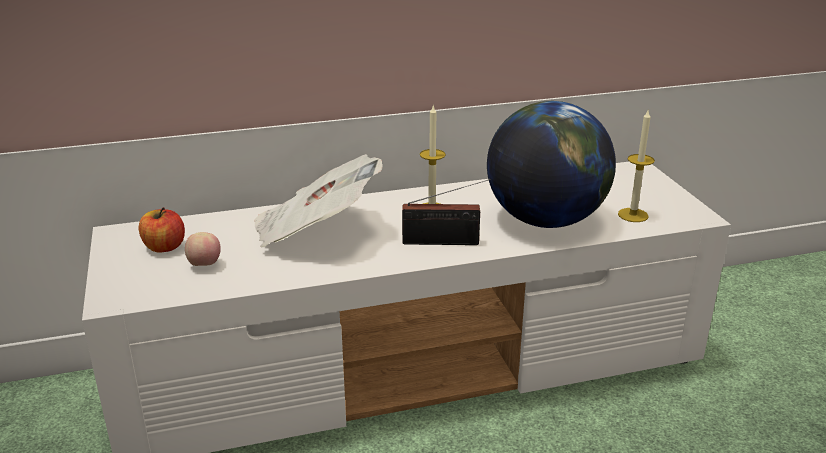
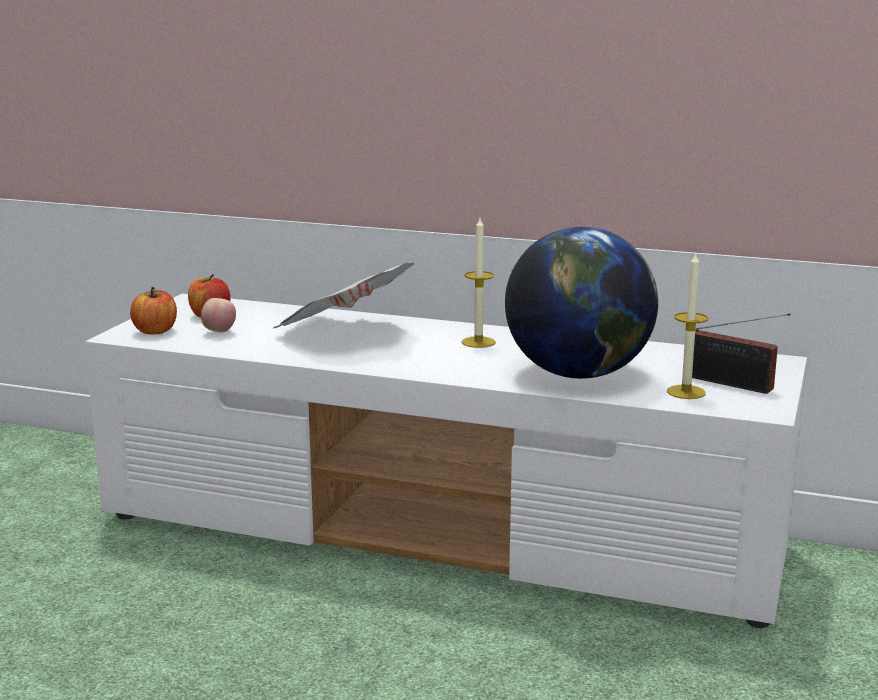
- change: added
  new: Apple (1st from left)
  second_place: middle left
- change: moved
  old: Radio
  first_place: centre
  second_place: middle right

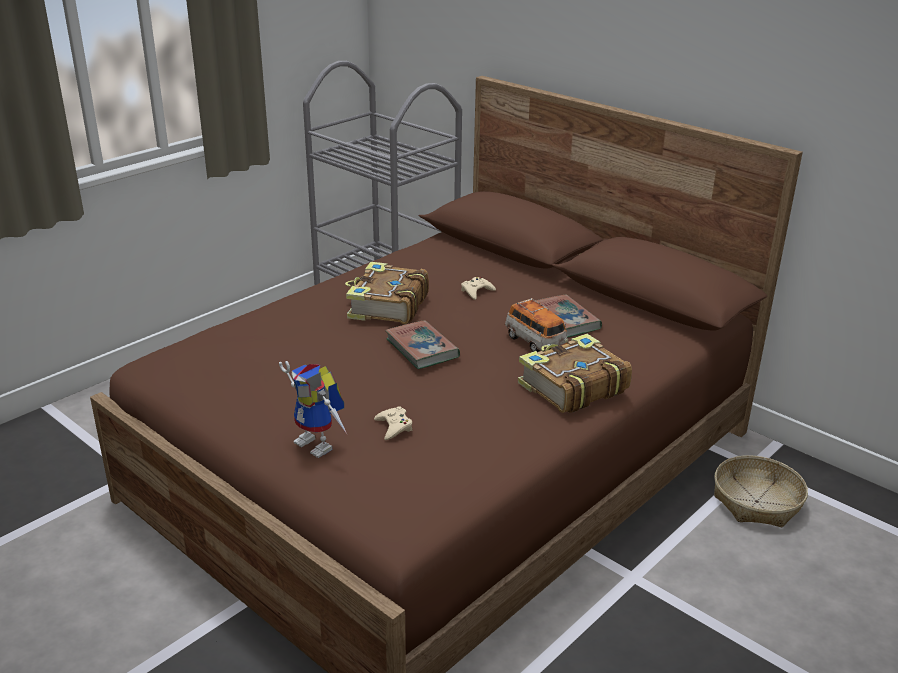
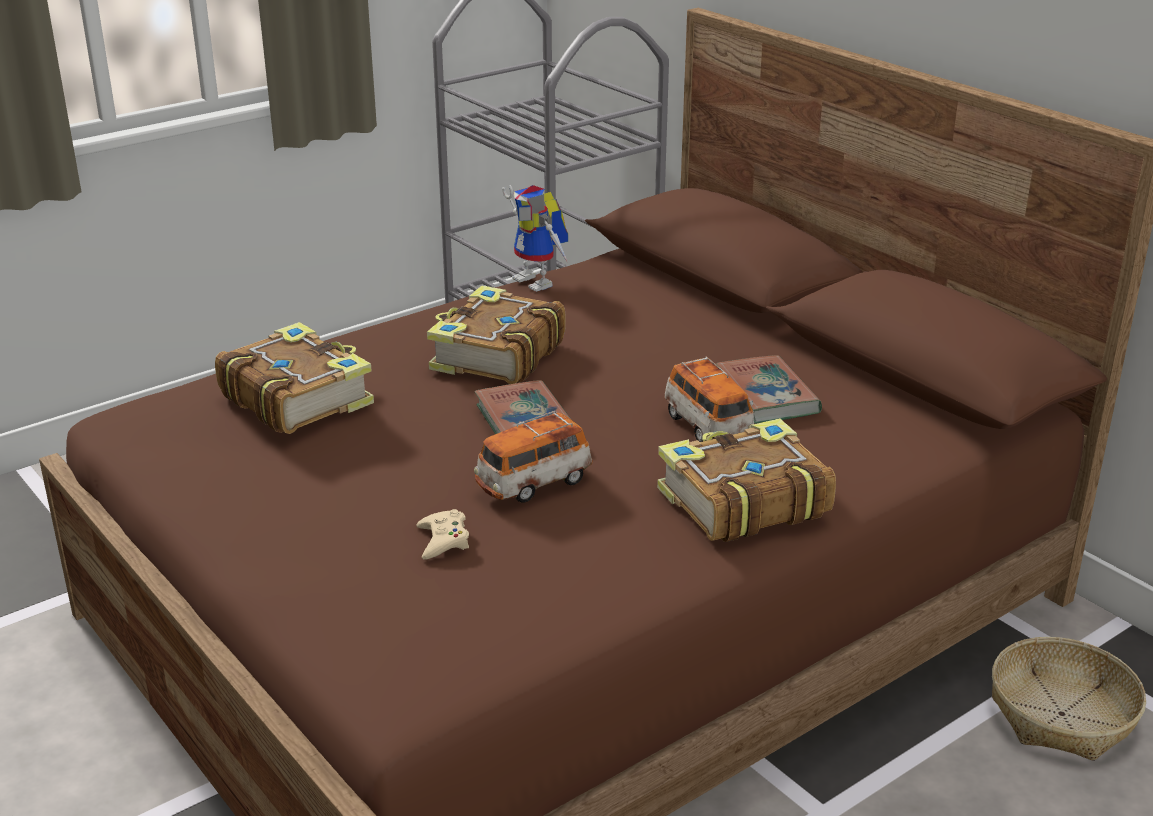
- change: added
  new: Book (1st from left)
  second_place: middle left
- change: added
  new: ToyCar (1st from left)
  second_place: centre
- change: moved
  old: ToyRobot
  first_place: centre
  second_place: top centre
- change: removed
  old: BeigeGameController (2nd from left)
  first_place: centre

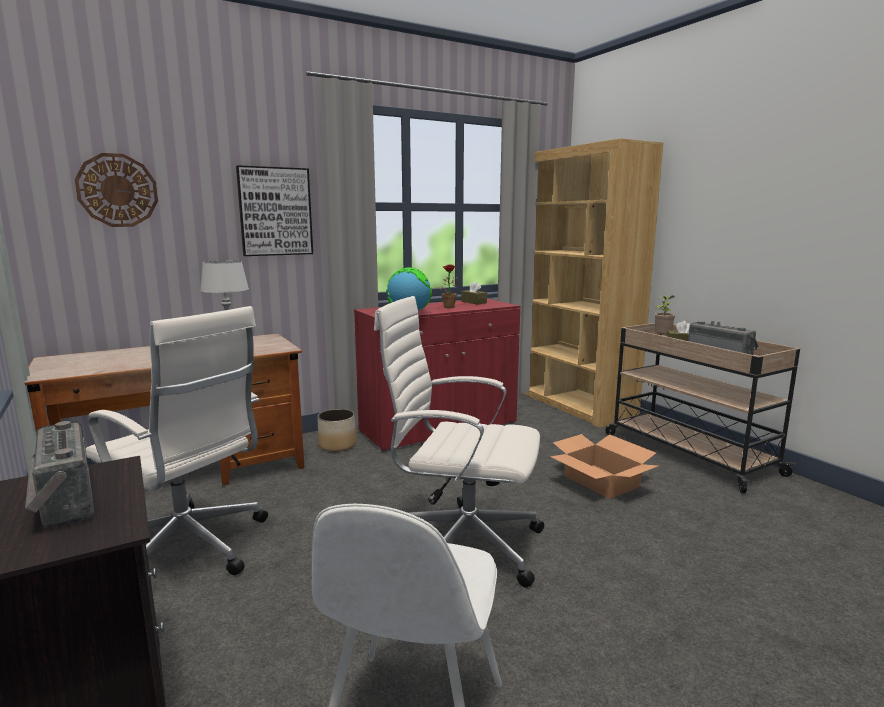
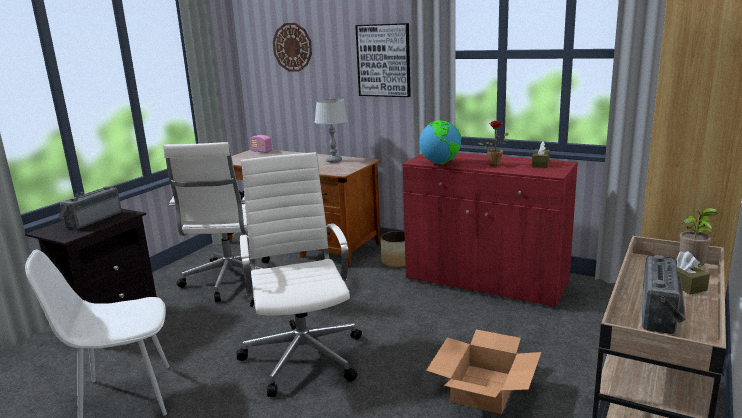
- change: added
  new: Radio (2nd from left)
  second_place: centre

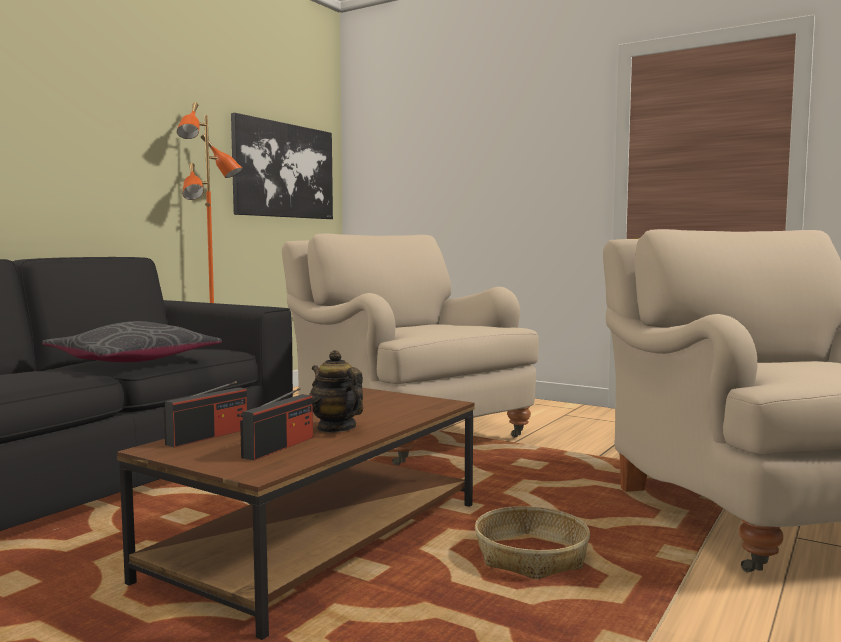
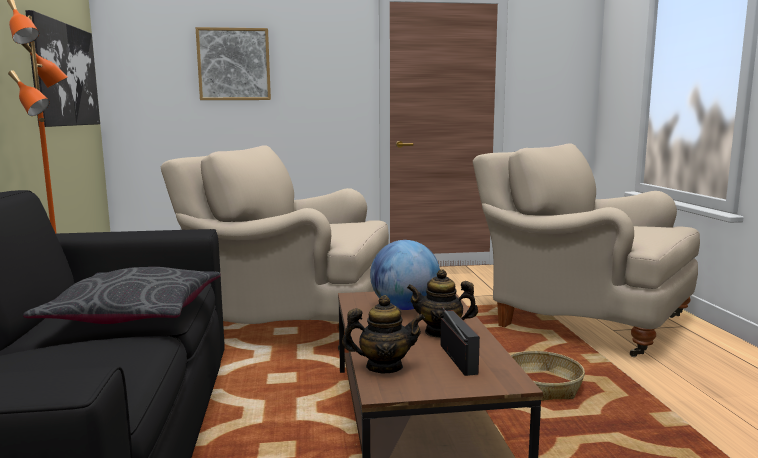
- change: added
  new: Picture (2nd from left)
  second_place: top left
- change: replaced
  old: Radio (1st from left)
  new: Teapot (1st from left)
  first_place: middle left
  second_place: bottom centre
- change: added
  new: Globe
  second_place: centre

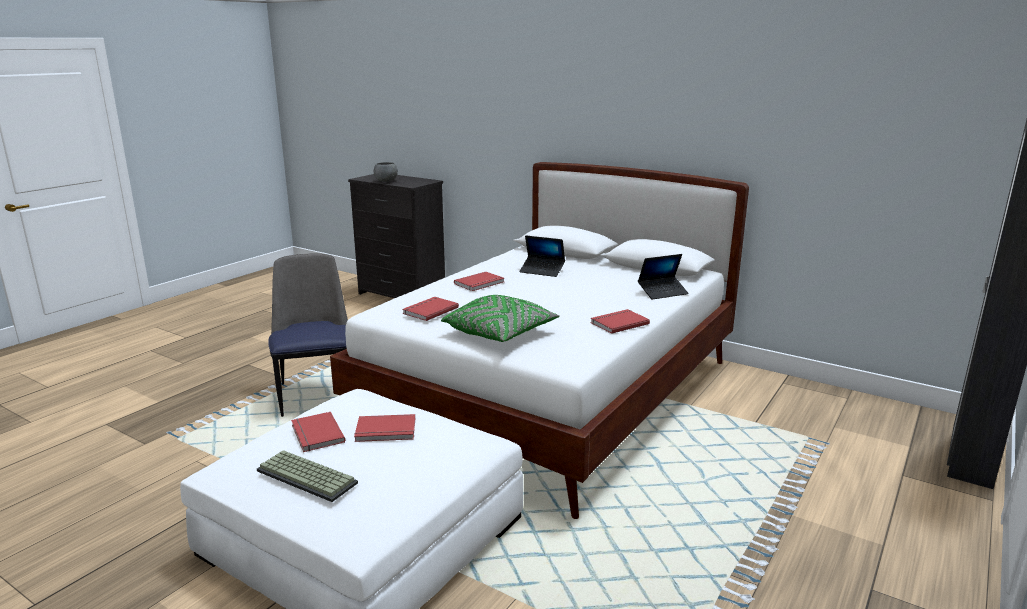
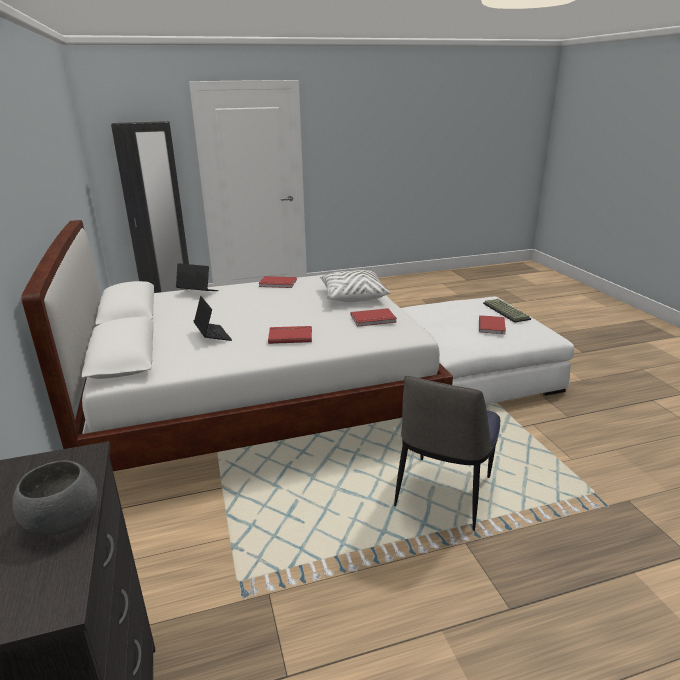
- change: recoloured
  old: GreenPillow
  new: WhitePillow
  first_place: centre
  second_place: centre
- change: removed
  old: RedBook (2nd from left)
  first_place: bottom centre

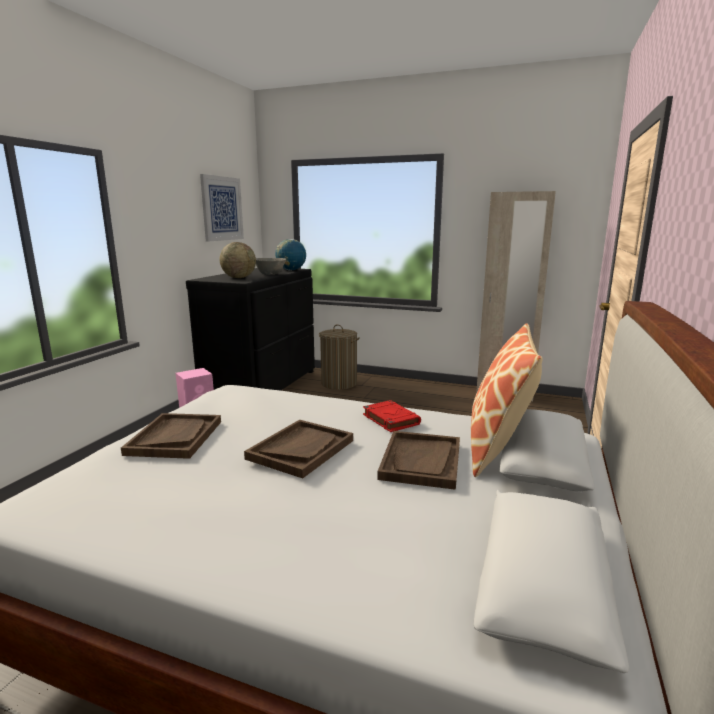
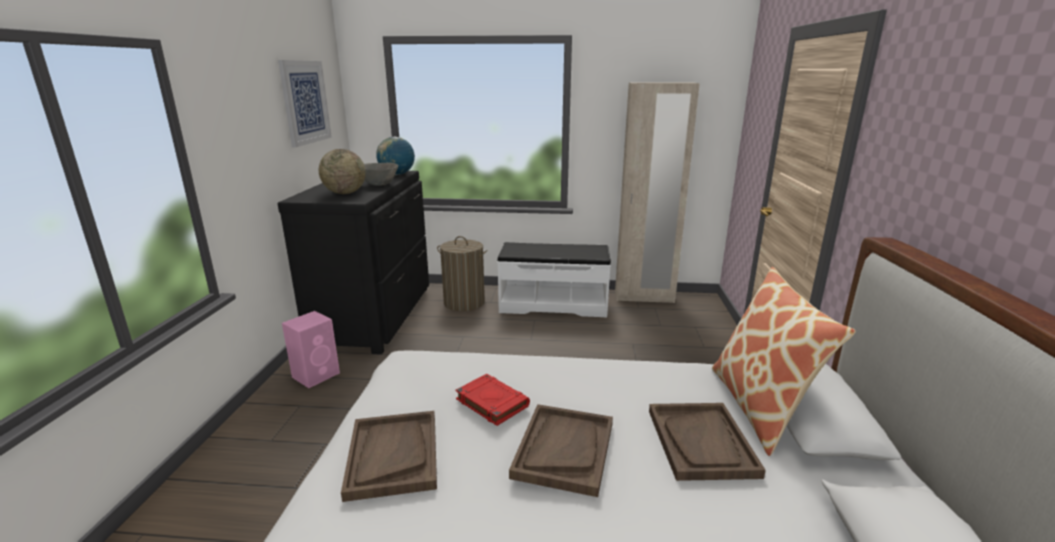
- change: moved
  old: RedBook
  first_place: centre
  second_place: bottom centre
- change: added
  new: WhiteBench
  second_place: centre

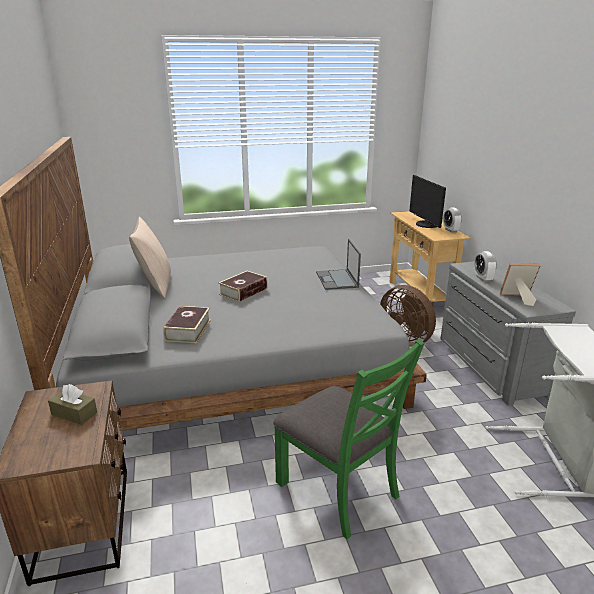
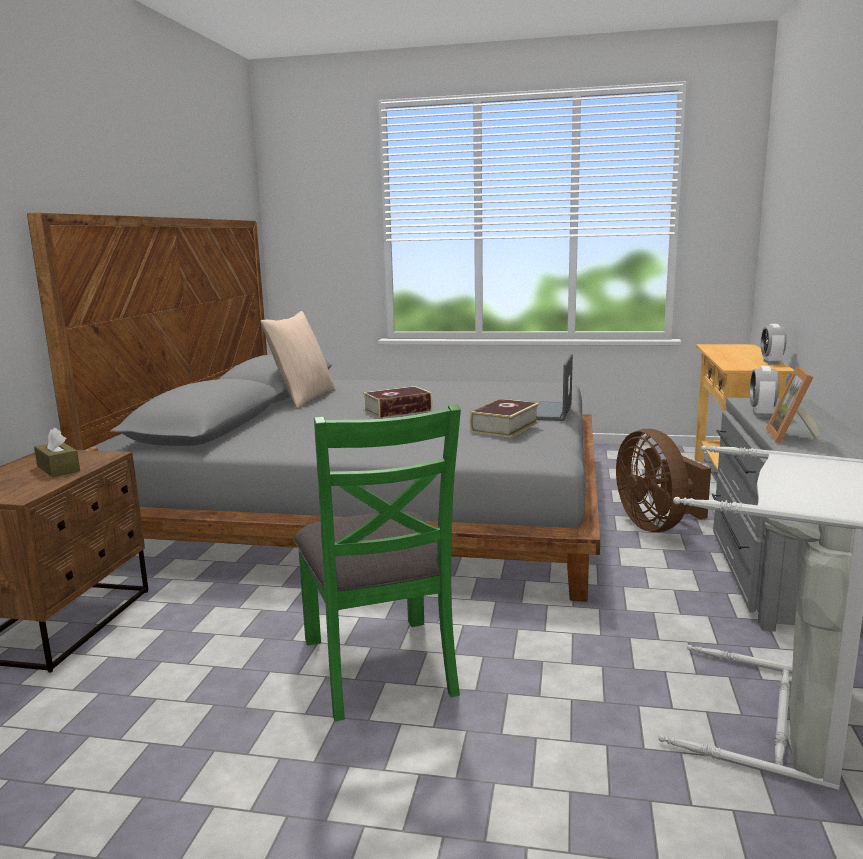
- change: moved
  old: Book (1st from left in the first image)
  new: Book (2nd from left)
  first_place: middle left
  second_place: centre
- change: turned
  old: PictureFrame
  first_place: middle right
  second_place: middle right
  degrees: -105
- change: removed
  old: Monitor
  first_place: middle right

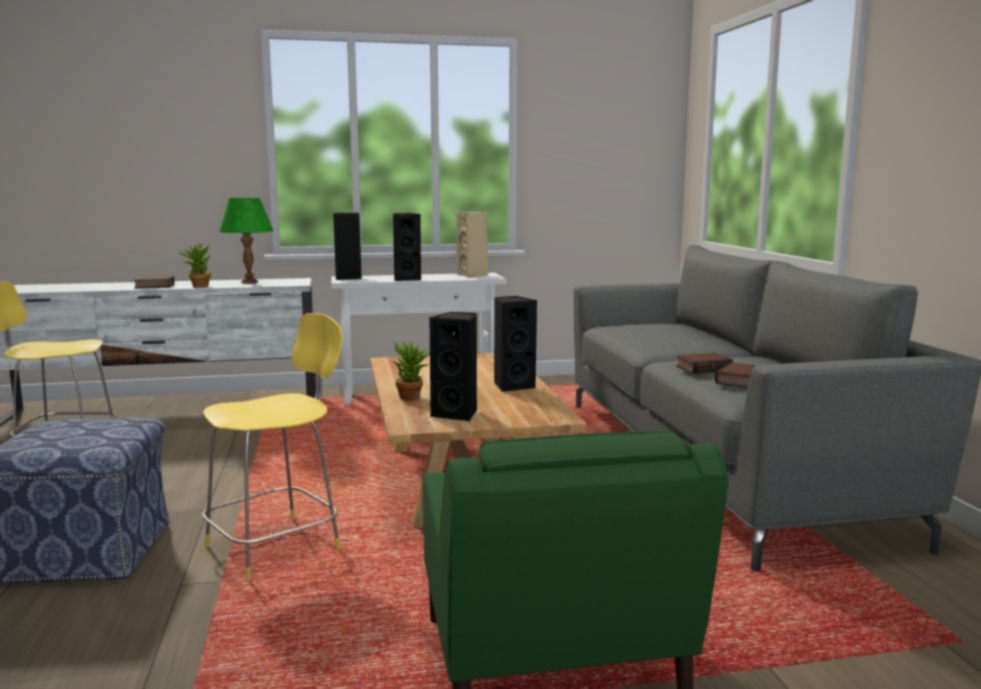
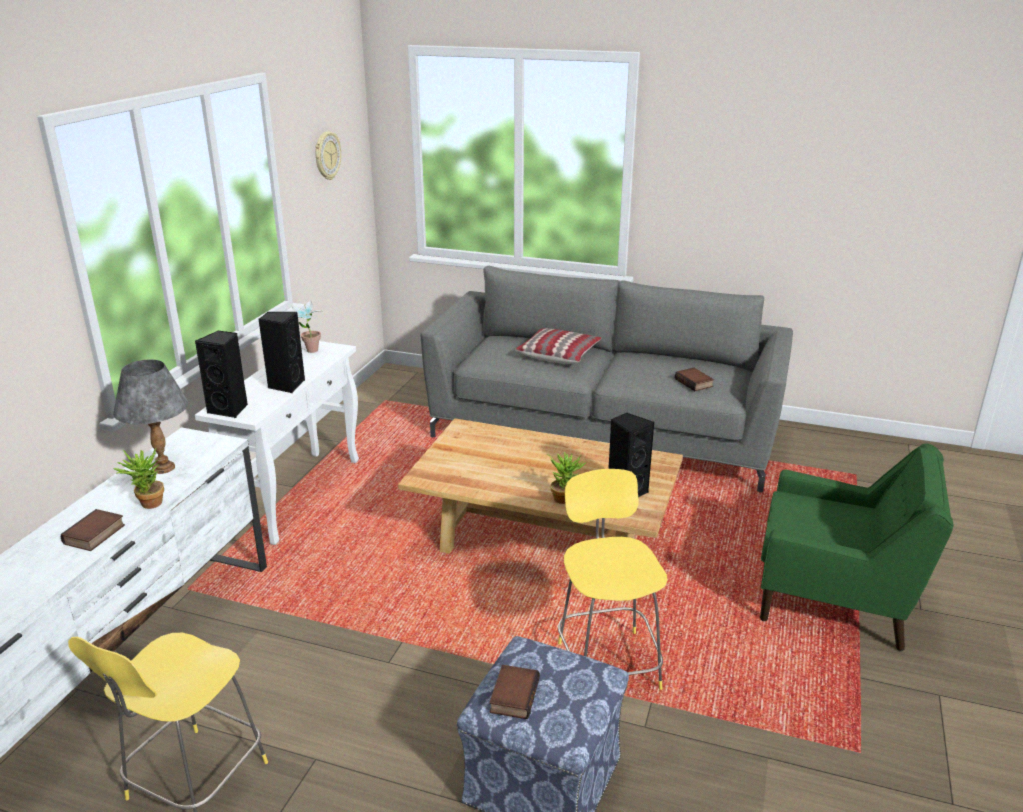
- change: recoloured
  old: GreenTableLamp
  new: GreyTableLamp
  first_place: middle left
  second_place: middle left
- change: replaced
  old: BeigeSpeaker
  new: PottedPlant (2nd from left)
  first_place: centre
  second_place: middle left
- change: added
  new: WallClock
  second_place: top left
- change: moved
  old: Book (2nd from left)
  first_place: middle right
  second_place: bottom centre
- change: added
  new: Pillow
  second_place: centre
- change: removed
  old: BlackSpeaker (4th from left)
  first_place: centre

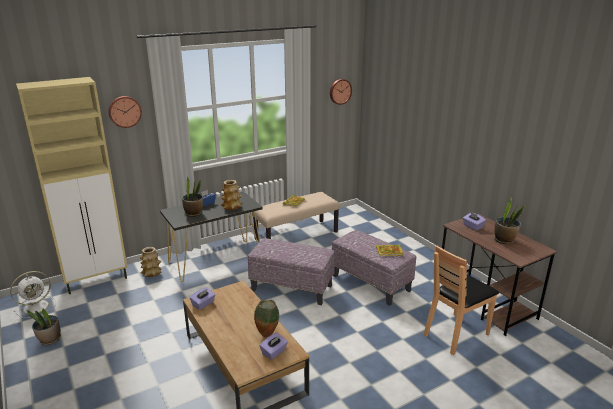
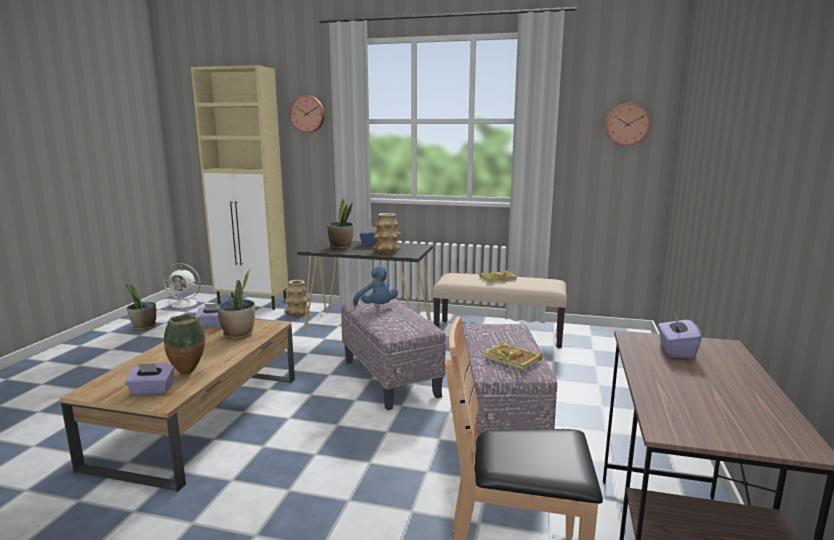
- change: moved
  old: PottedPlant (3rd from left in the first image)
  new: PottedPlant (2nd from left)
  first_place: middle right
  second_place: middle left
- change: added
  new: BluePlushToy
  second_place: centre

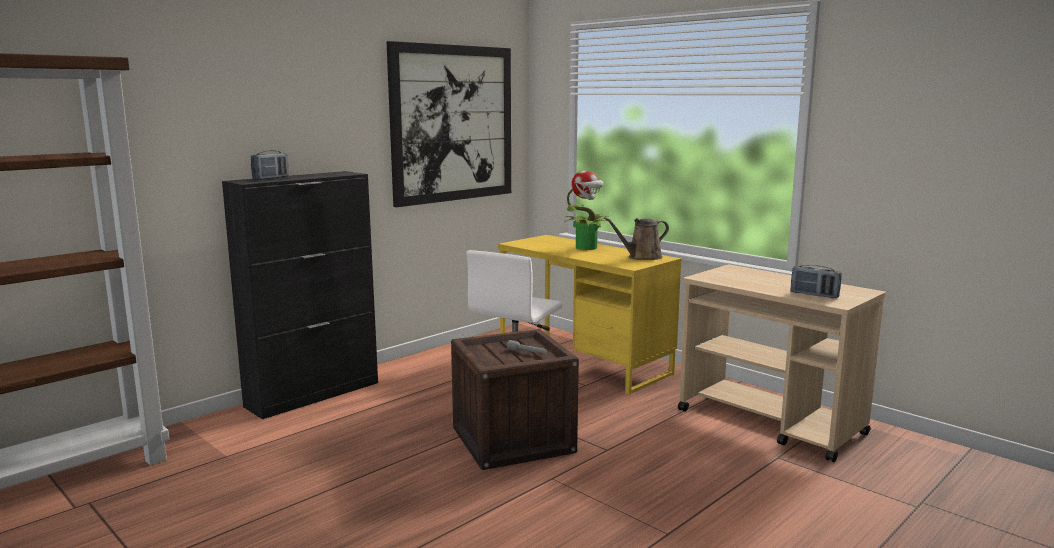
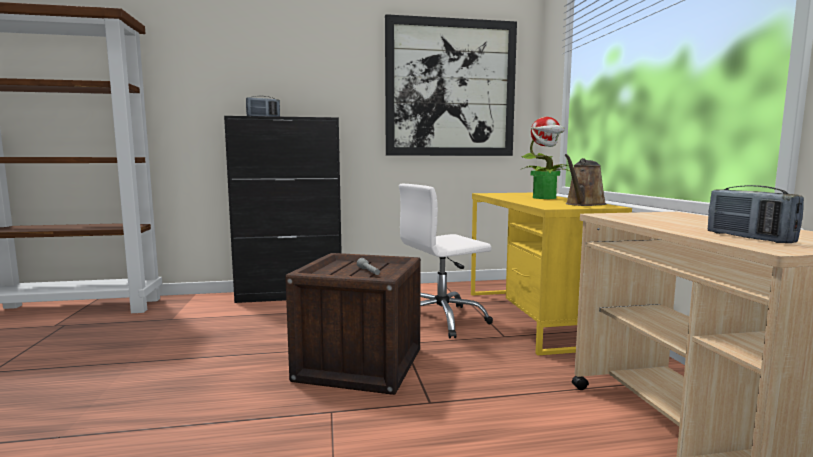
- change: turned
  old: BrownWateringCan
  first_place: centre
  second_place: middle right
  degrees: -60

